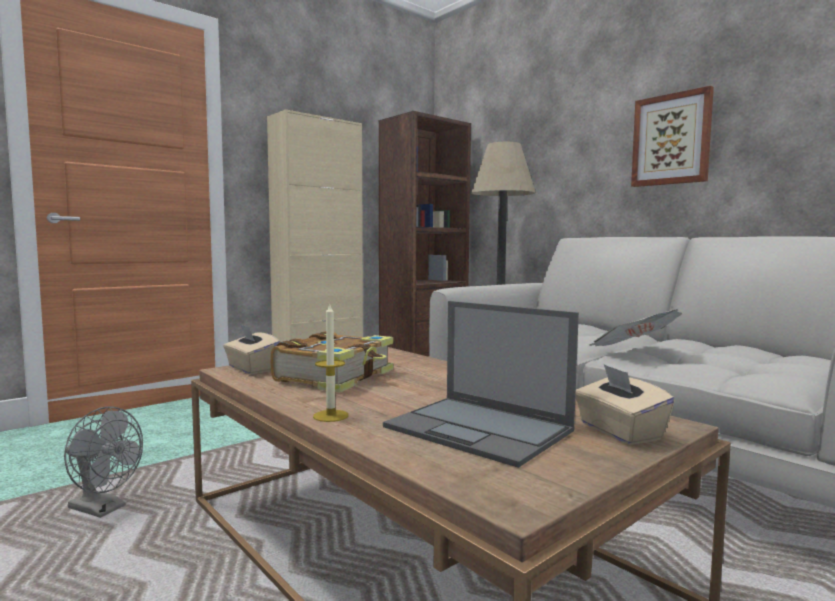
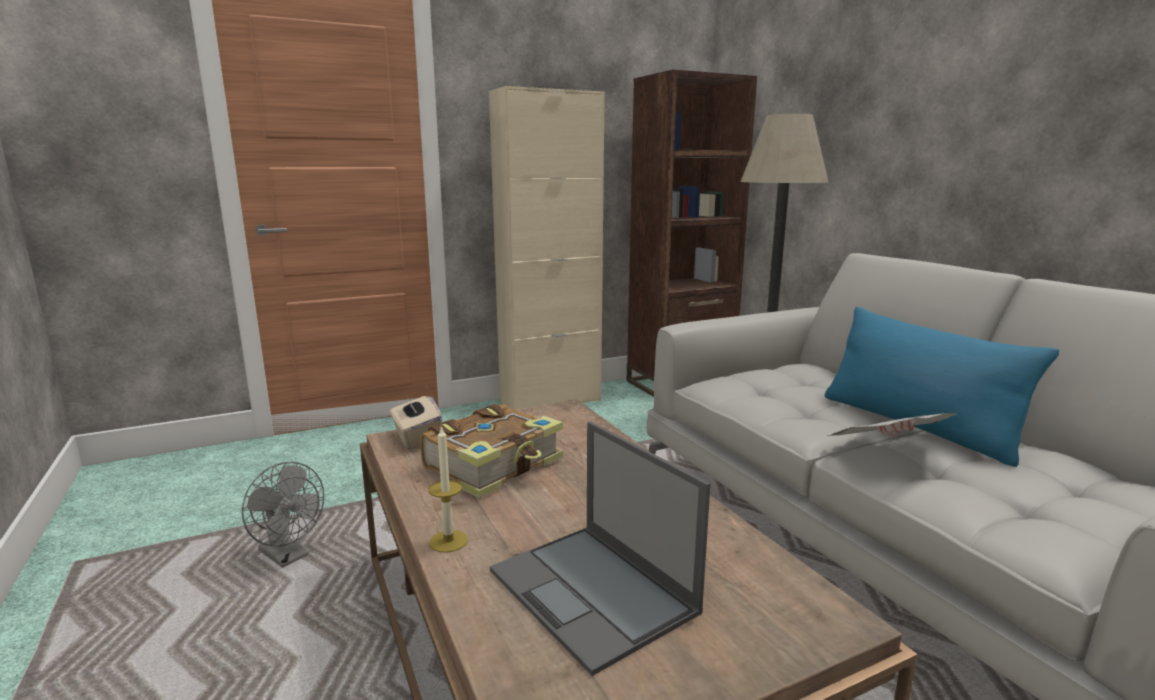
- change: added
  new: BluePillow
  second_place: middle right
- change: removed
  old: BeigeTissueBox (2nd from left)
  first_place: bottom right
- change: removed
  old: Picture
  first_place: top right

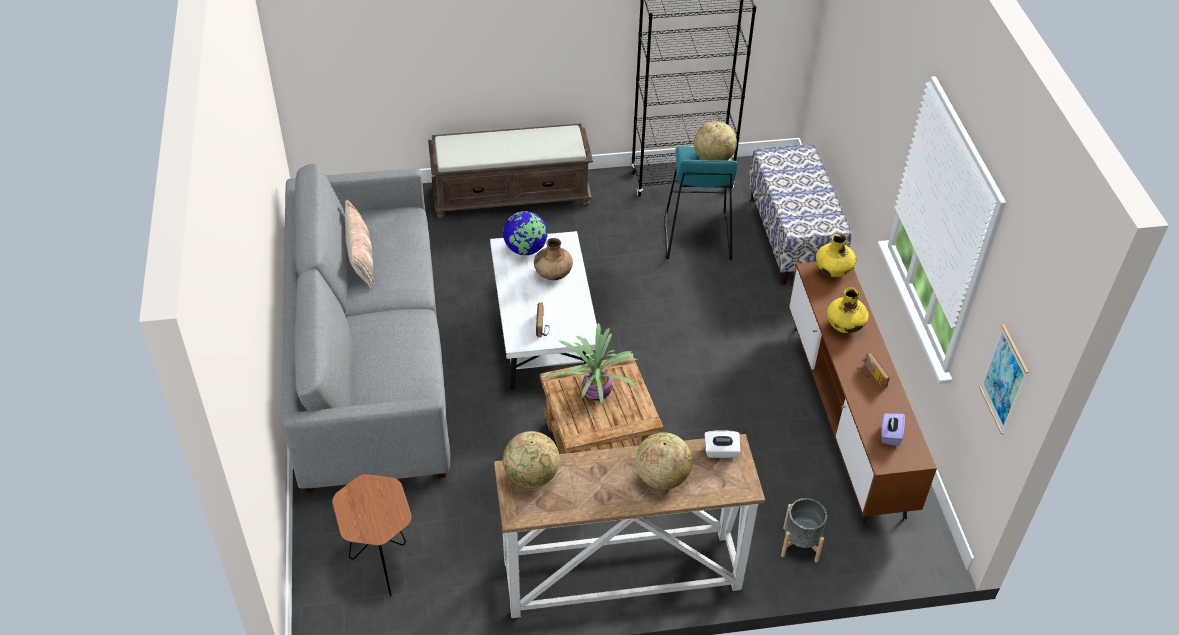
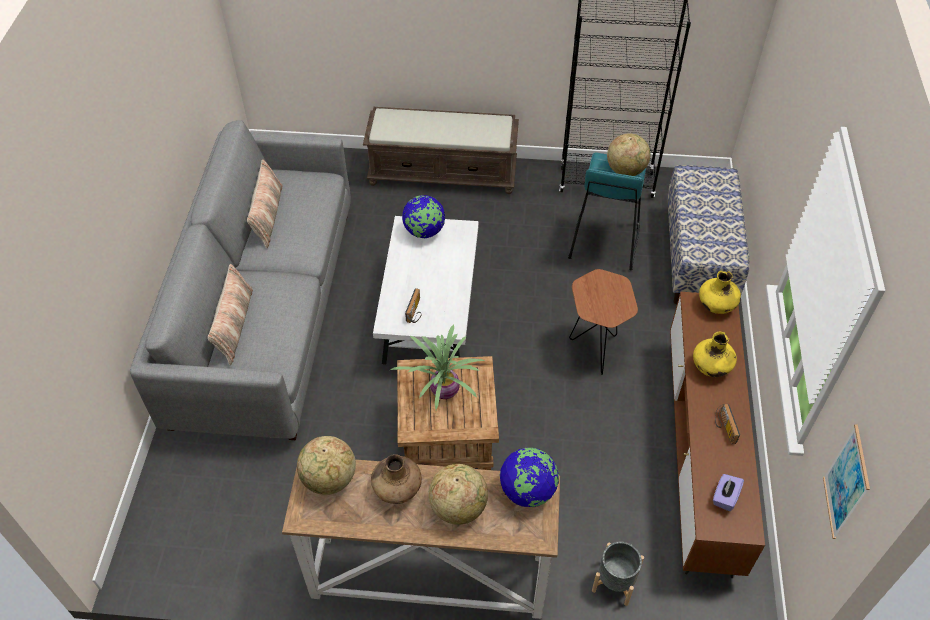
- change: added
  new: Pillow (1st from left)
  second_place: middle left
- change: moved
  old: BrownVase
  first_place: centre
  second_place: bottom centre
- change: replaced
  old: WhiteTissueBox
  new: Globe (4th from left)
  first_place: bottom centre
  second_place: bottom centre
- change: moved
  old: BrownSideTable (1st from left in the first image)
  new: BrownSideTable (2nd from left)
  first_place: bottom left
  second_place: centre

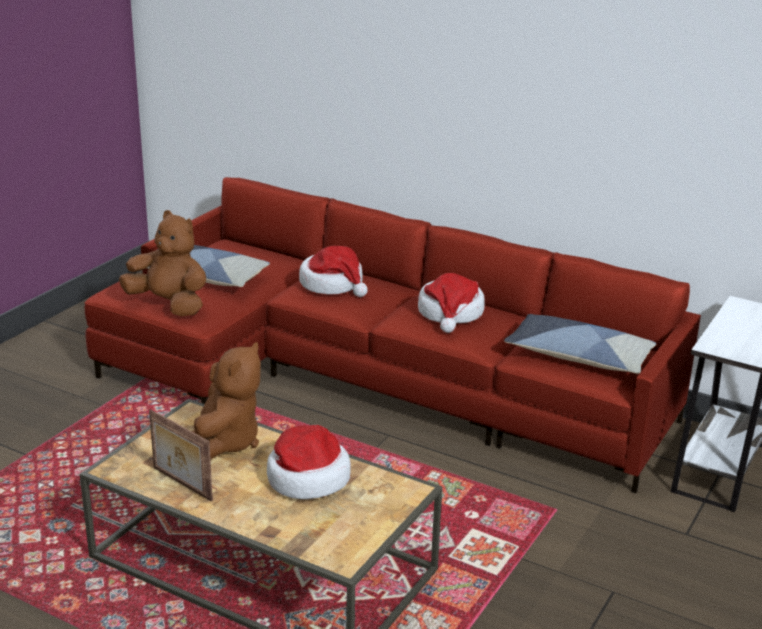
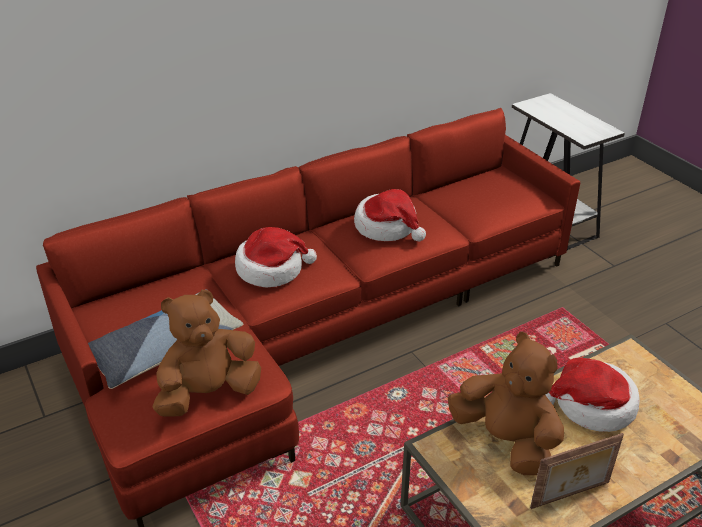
- change: removed
  old: Pillow (2nd from left)
  first_place: middle right

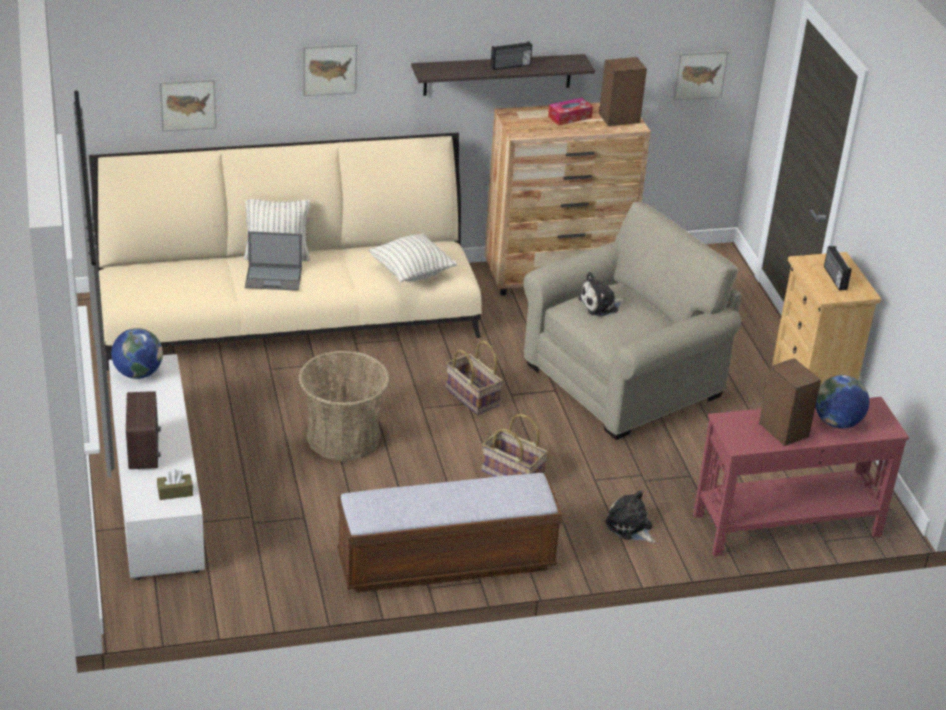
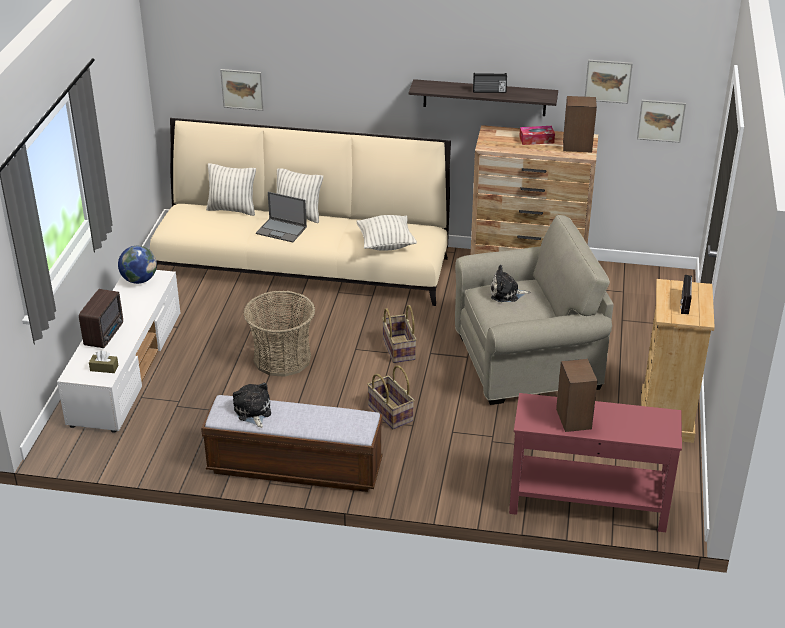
- change: added
  new: Pillow (1st from left)
  second_place: top left
- change: moved
  old: PlushToy (2nd from left in the first image)
  new: PlushToy (1st from left)
  first_place: bottom centre
  second_place: middle left
- change: moved
  old: Picture (2nd from left)
  first_place: top centre
  second_place: top right
- change: removed
  old: Globe (2nd from left)
  first_place: middle right

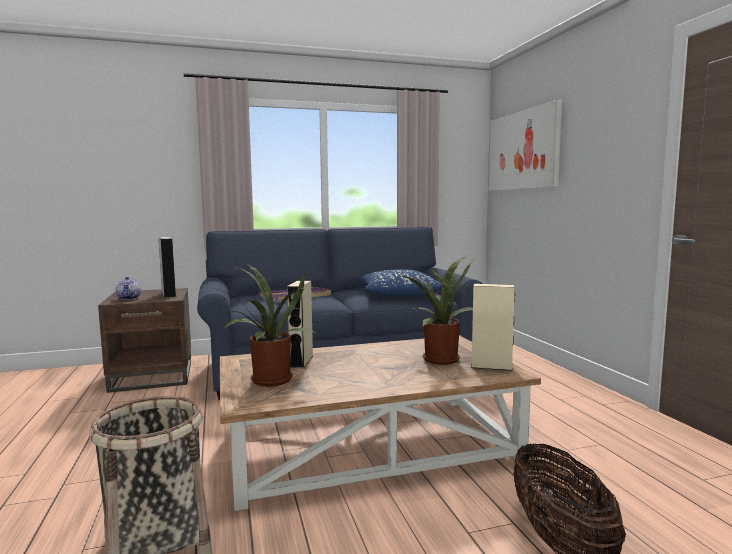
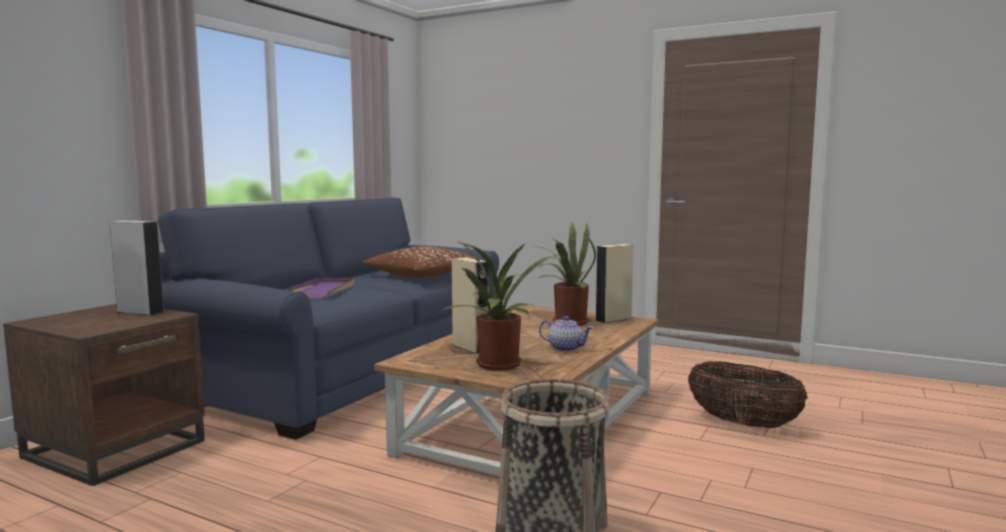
- change: recoloured
  old: BluePillow
  new: BrownPillow
  first_place: centre
  second_place: centre
- change: moved
  old: Teapot
  first_place: middle left
  second_place: centre
- change: removed
  old: Picture
  first_place: top right

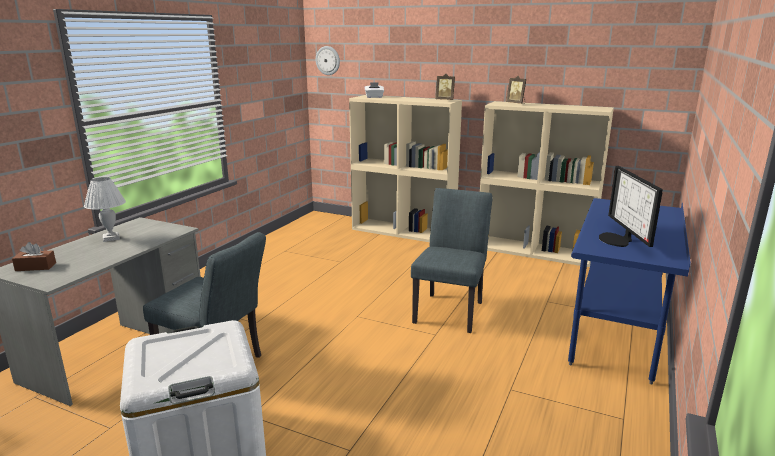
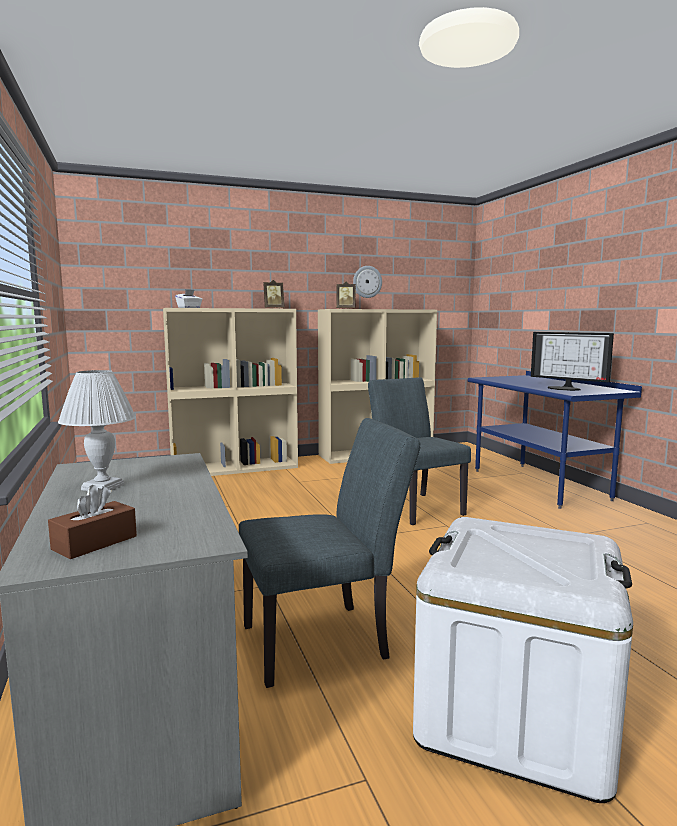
- change: moved
  old: WallClock
  first_place: top centre
  second_place: centre

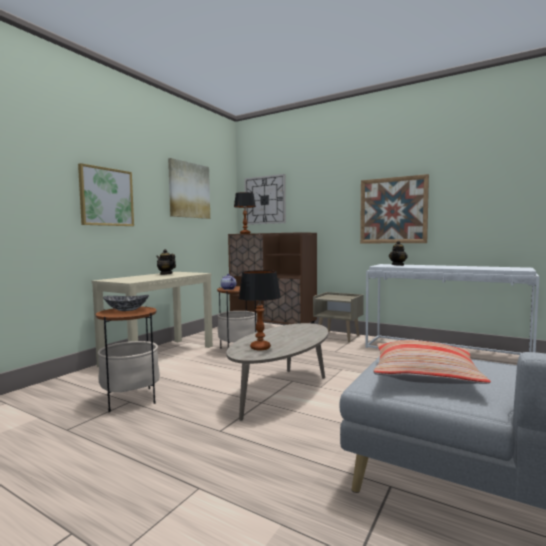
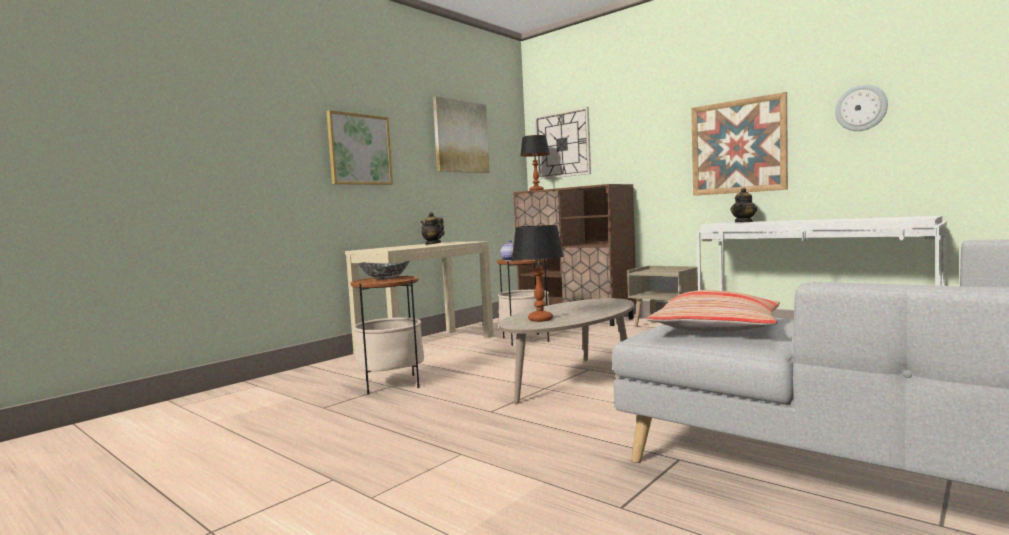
- change: added
  new: WallClock (2nd from left)
  second_place: top right

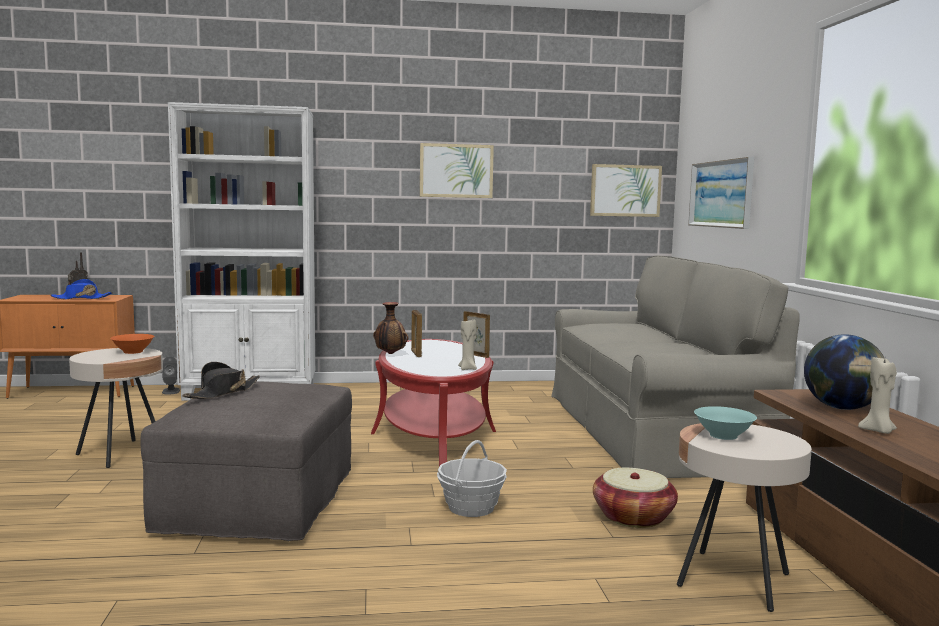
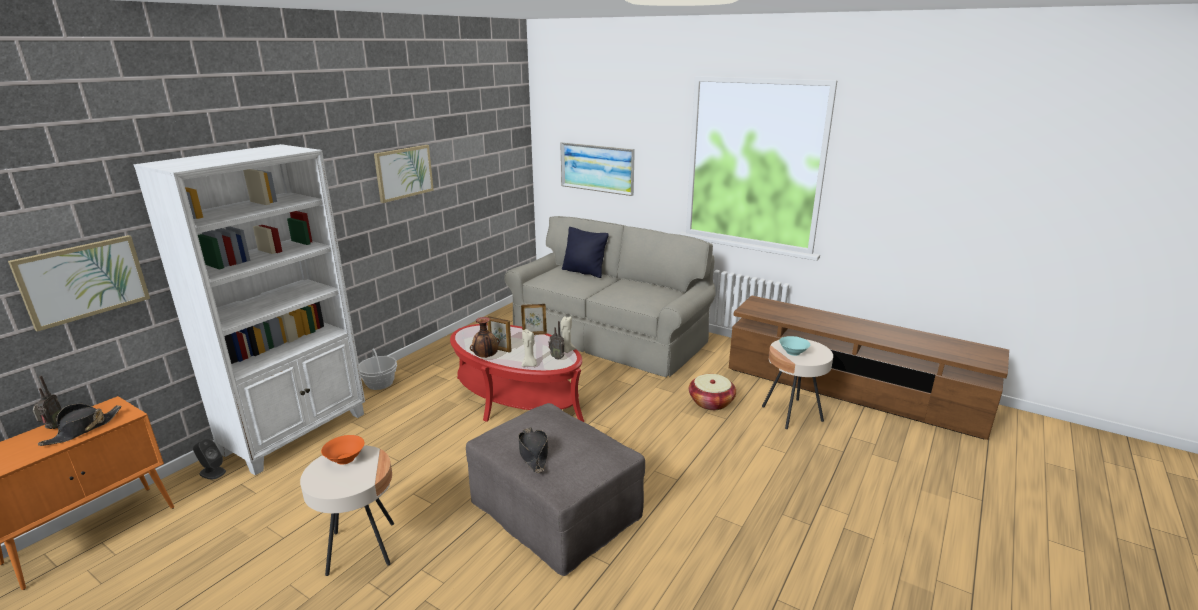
- change: moved
  old: Picture (2nd from left in the first image)
  new: Picture (1st from left)
  first_place: top right
  second_place: middle left
- change: recoloured
  old: BlueHat
  new: BlackHat (1st from left)
  first_place: middle left
  second_place: bottom left
- change: moved
  old: Basket (1st from left)
  first_place: bottom centre
  second_place: middle left
- change: moved
  old: BeigeCandle (2nd from left in the first image)
  new: BeigeCandle (1st from left)
  first_place: middle right
  second_place: centre
- change: added
  new: Radio (2nd from left)
  second_place: centre
- change: added
  new: BlackPillow
  second_place: centre
- change: removed
  old: Globe
  first_place: middle right

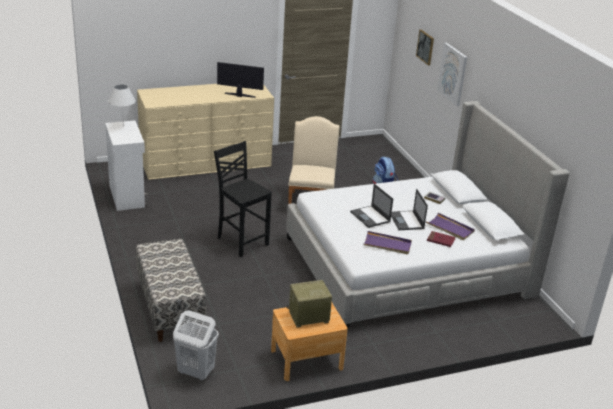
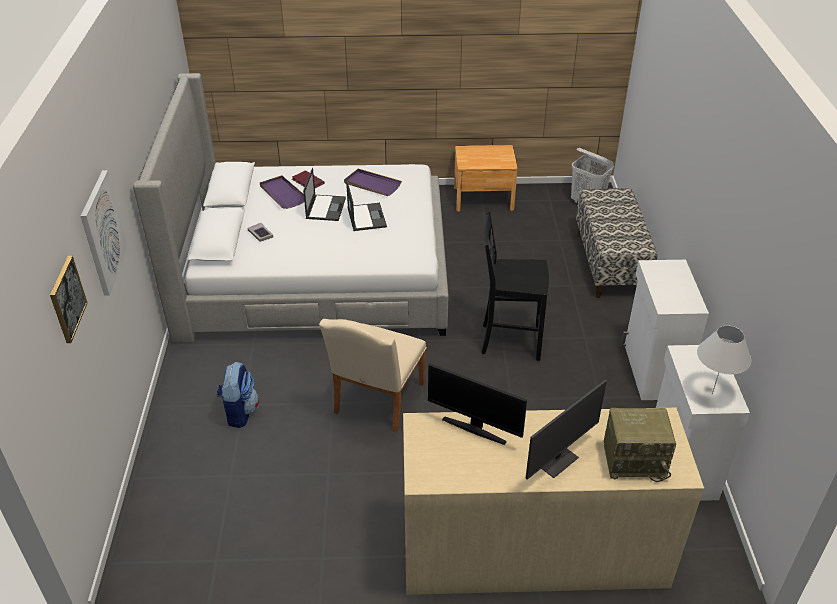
- change: turned
  old: BlackChair
  first_place: centre
  second_place: centre
  degrees: 120
- change: added
  new: Monitor (2nd from left)
  second_place: bottom right
- change: moved
  old: Radio
  first_place: bottom centre
  second_place: bottom right
- change: added
  new: WhiteCabinet (1st from left)
  second_place: middle right

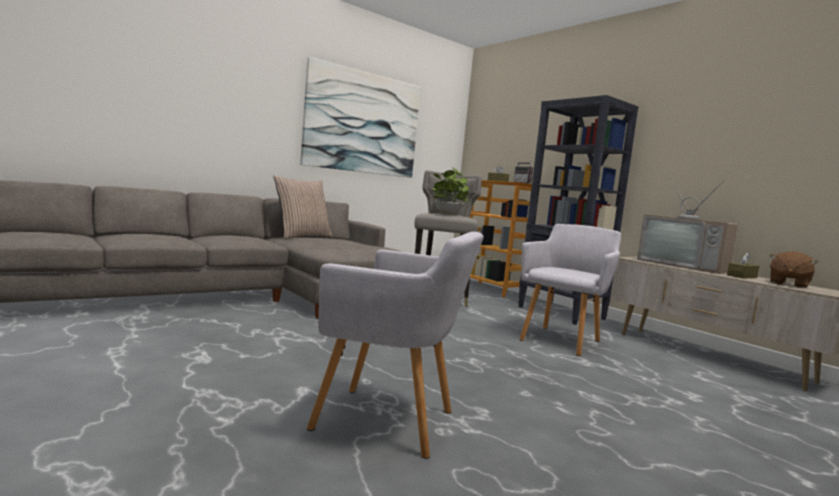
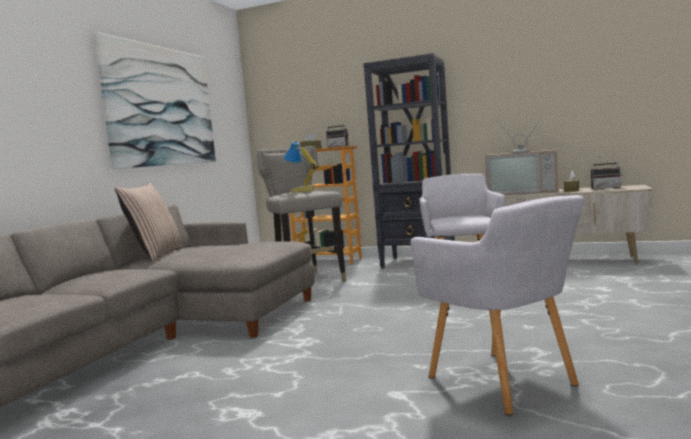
- change: replaced
  old: PottedPlant
  new: TableLamp
  first_place: centre
  second_place: centre
- change: turned
  old: GreyArmchair (1st from left in the first image)
  first_place: bottom centre
  second_place: bottom right
  degrees: 75
- change: replaced
  old: BrownPlushToy
  new: Radio (2nd from left)
  first_place: middle right
  second_place: middle right

